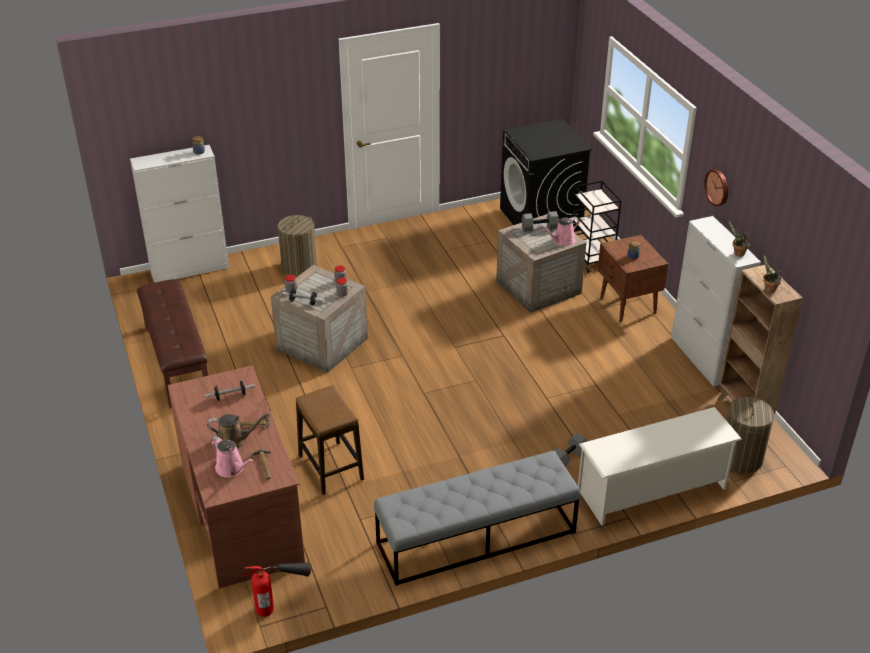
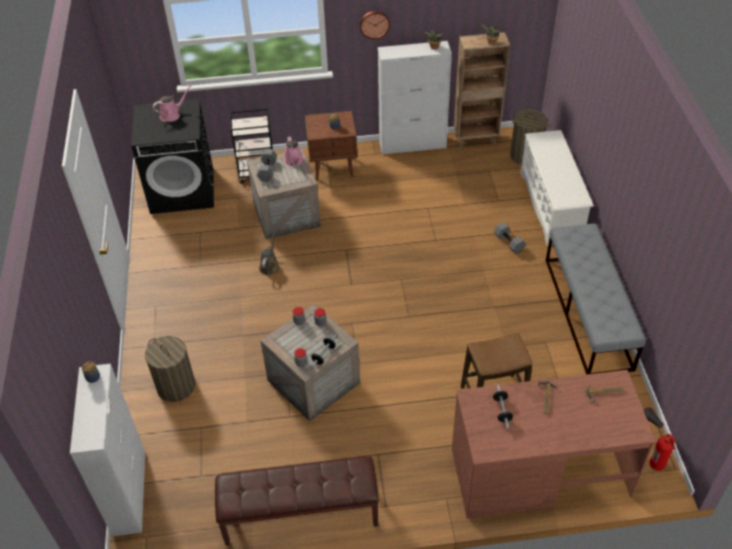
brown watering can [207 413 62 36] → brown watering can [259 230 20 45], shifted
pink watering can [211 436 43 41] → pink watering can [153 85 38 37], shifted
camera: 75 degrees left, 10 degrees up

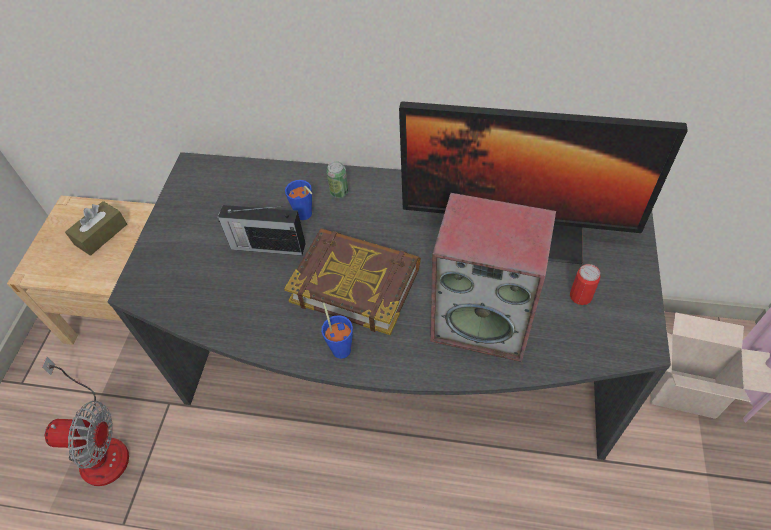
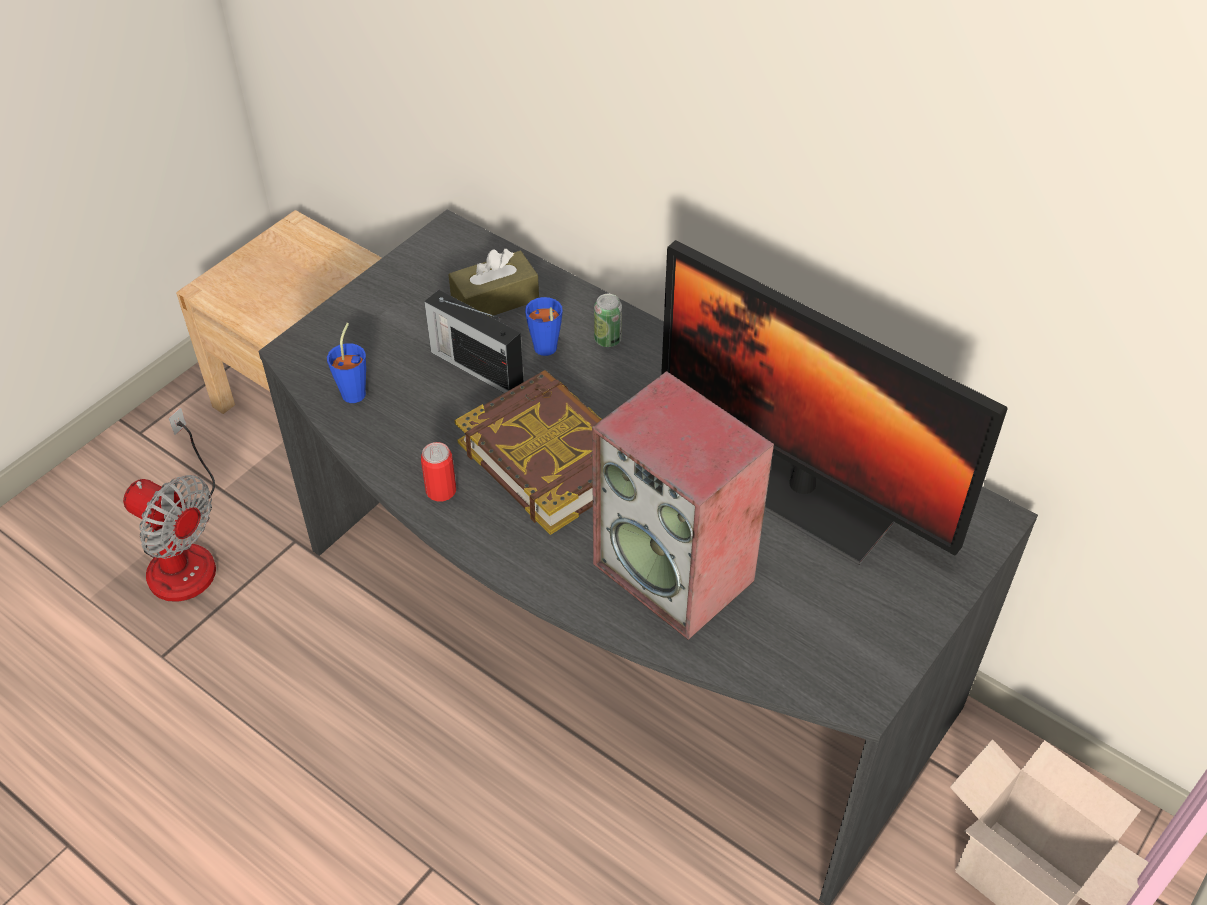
brown tissue box [65 201 62 55] → brown tissue box [448 249 91 68], shifted
blue cup [321 303 32 56] → blue cup [327 323 39 80], shifted
can [570 264 30 41] → can [421 442 35 59], shifted
camera: 25 degrees right, 5 degrees down

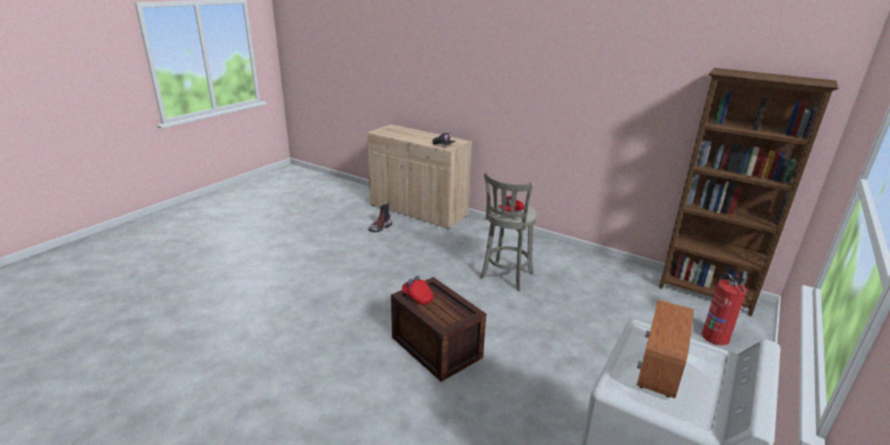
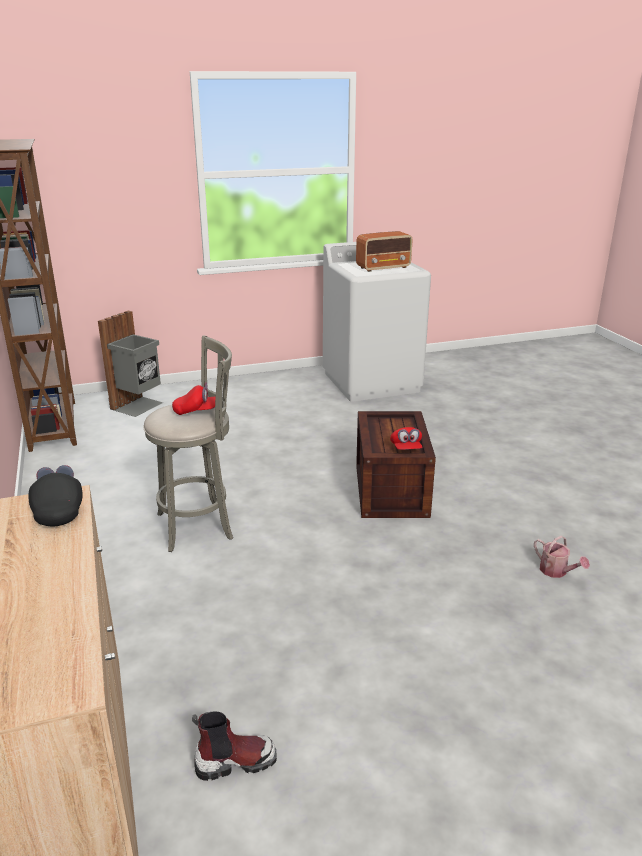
fire extinguisher [702 272 45 73] → grey trash can [98 311 65 106]
- → watering can [534 536 56 42]
camera: 140 degrees left, 0 degrees up

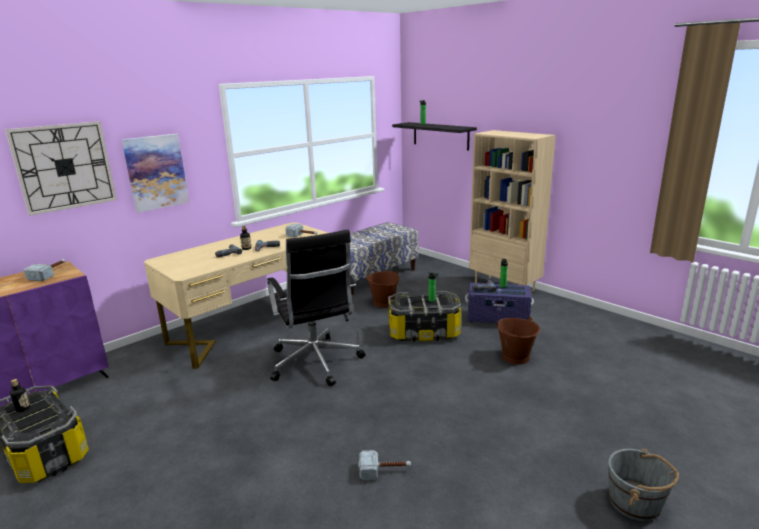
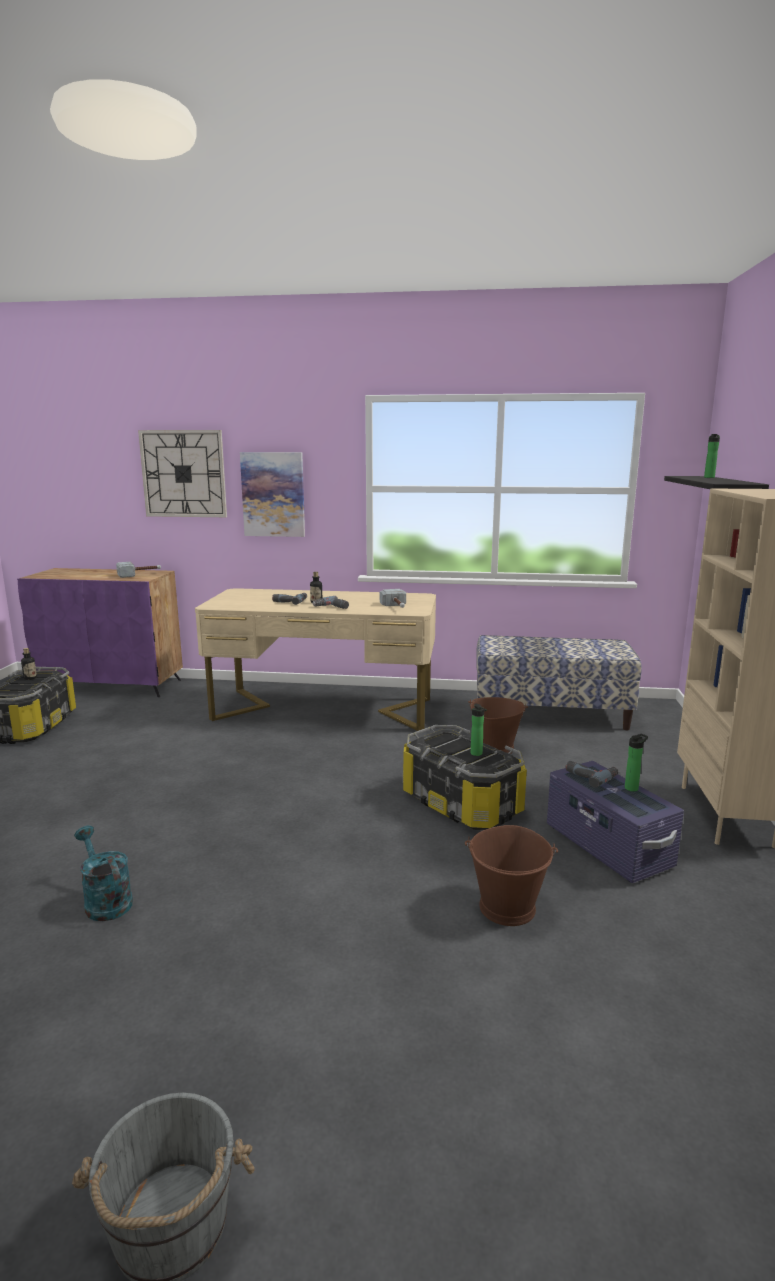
black office chair [267 230 99 156] → -
hammer [358 450 53 30] → turquoise watering can [74 825 59 96]
camera: 50 degrees right, 5 degrees down

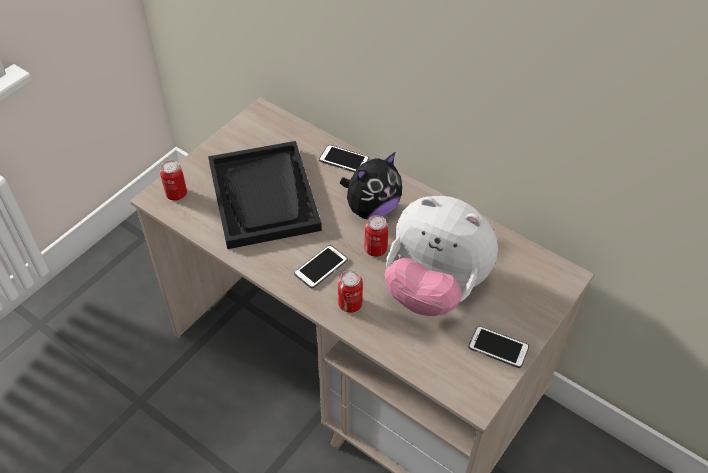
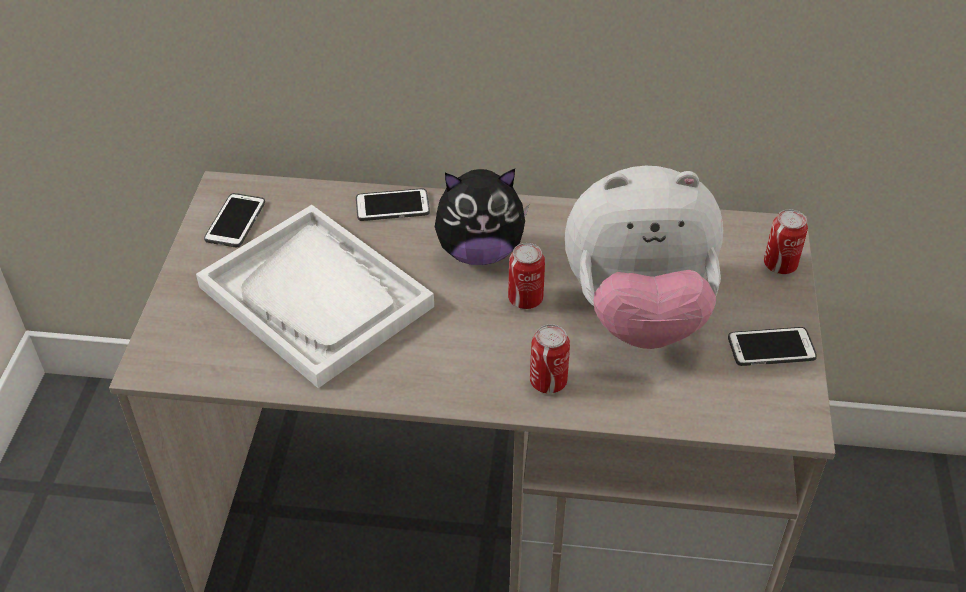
can [160 160 27 41] → can [764 209 44 65], shifted
black tray [208 141 114 108] → white tray [196 205 238 183]
phone [294 245 54 44] → phone [204 193 61 54], shifted
plush toy [340 152 62 68] → plush toy [435 169 94 96], 60 degrees clockwise
camera: 30 degrees left, 5 degrees down

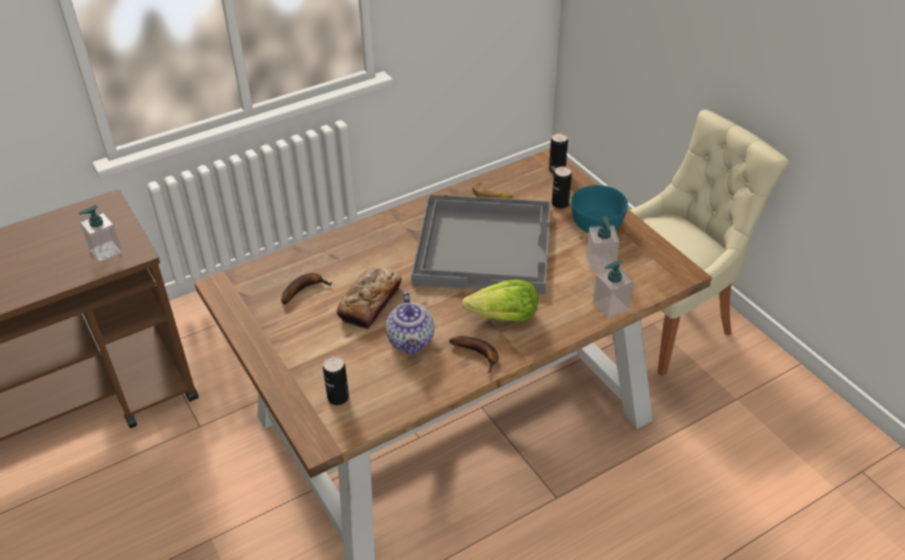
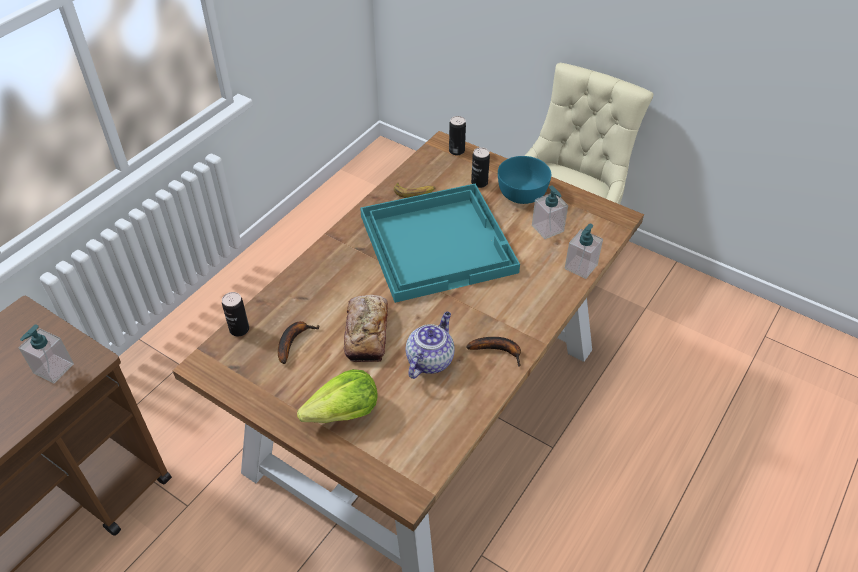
can [323 356 26 49] → can [222 292 27 44], shifted
teapot [385 292 49 63] → teapot [405 312 50 67], 120 degrees counterclockwise
grey tray [411 194 140 100] → turquoise tray [360 184 160 119]
lettuce [462 279 76 43] → lettuce [297 369 80 54], shifted
camera: 25 degrees left, 5 degrees up

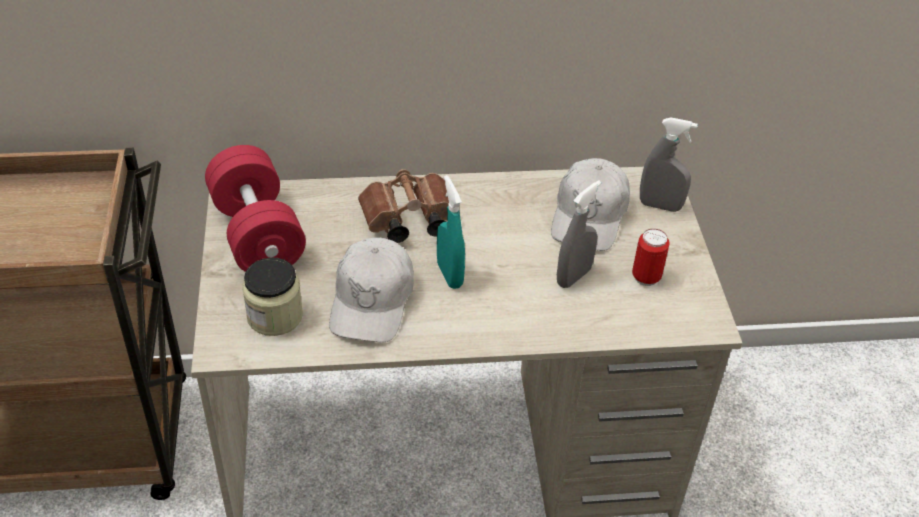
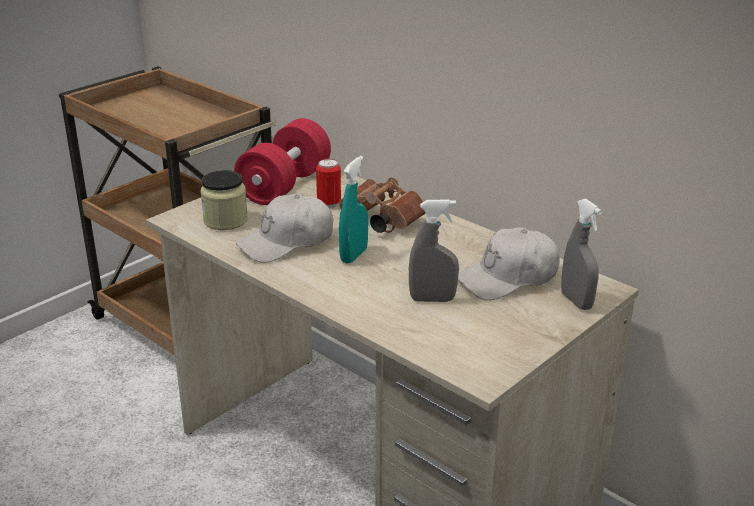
can [632 229 38 57] → can [316 159 25 49], shifted
camera: 50 degrees right, 15 degrees down

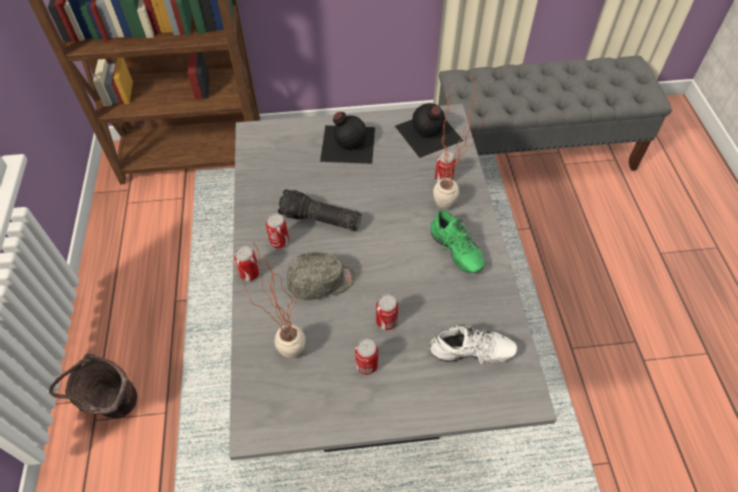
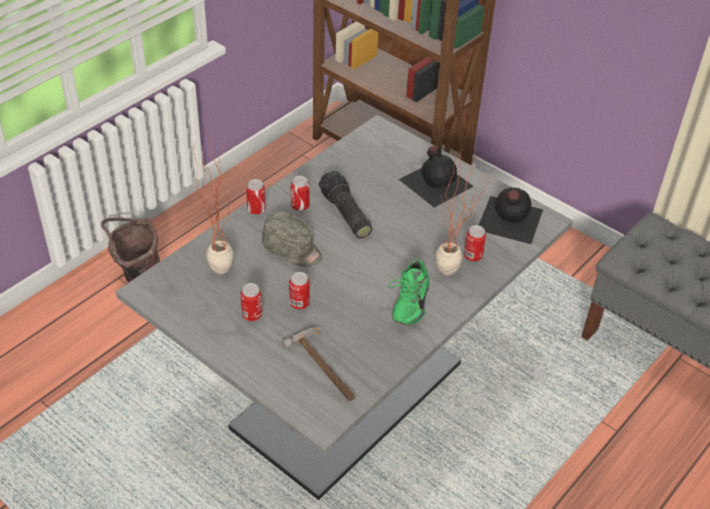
white shoe [430 324 87 40] → hammer [281 328 74 73]
camera: 45 degrees right, 10 degrees down

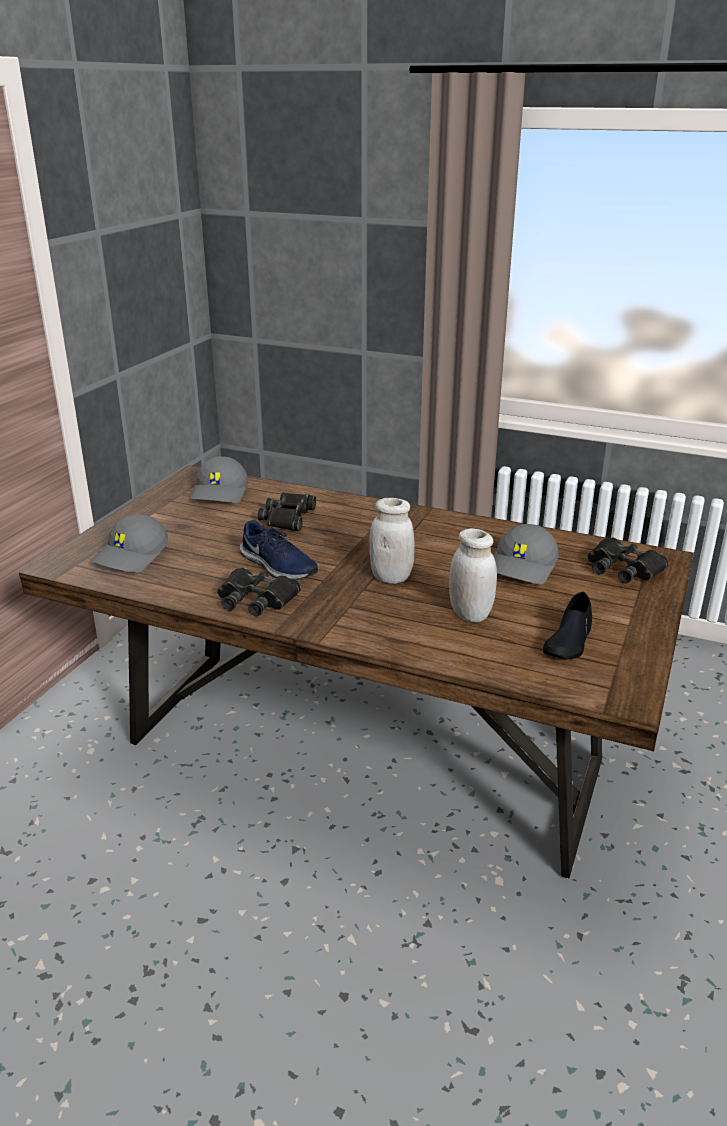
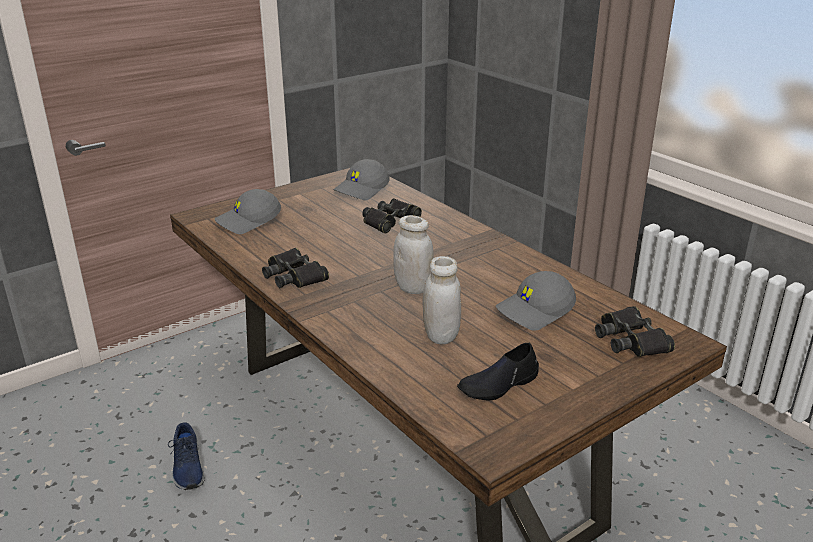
blue shoe [240 520 78 60] → blue shoe [168 423 37 67], shifted
camera: 30 degrees right, 0 degrees up

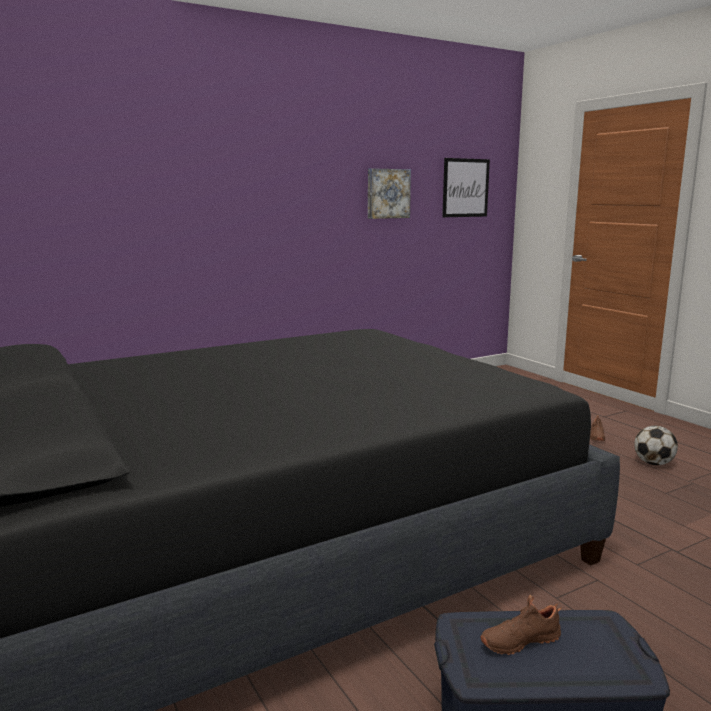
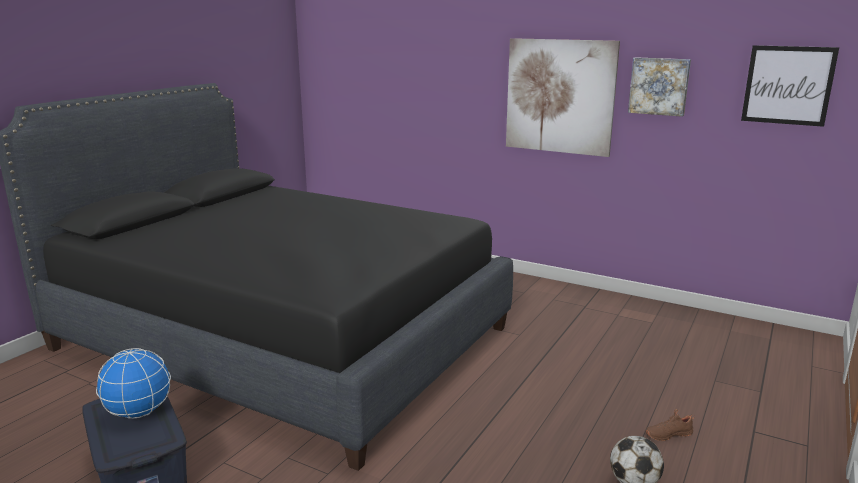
brown shoe [480 595 82 60] → globe [96 348 75 71]
- → picture [506 38 114 119]
camera: 60 degrees right, 5 degrees up

